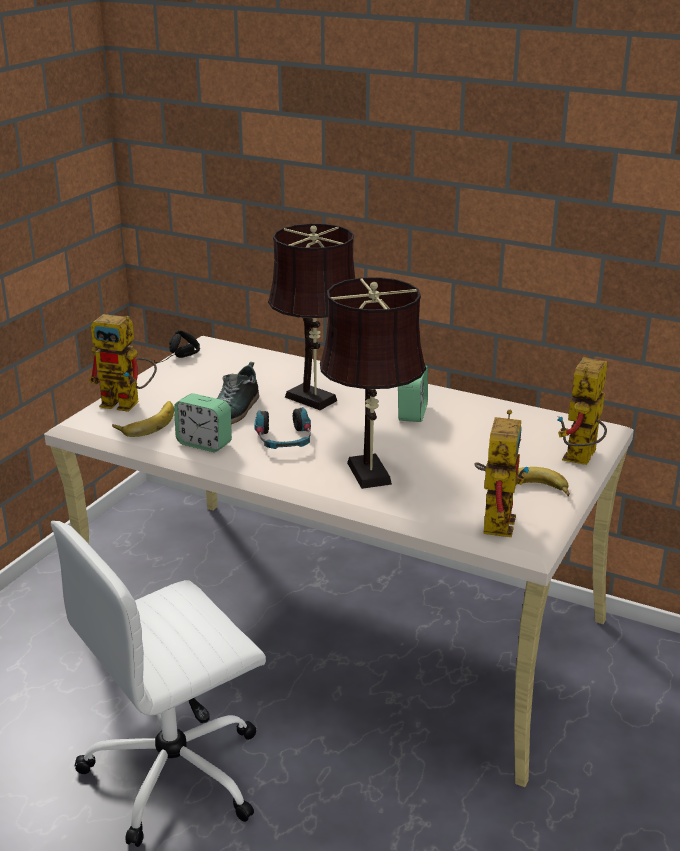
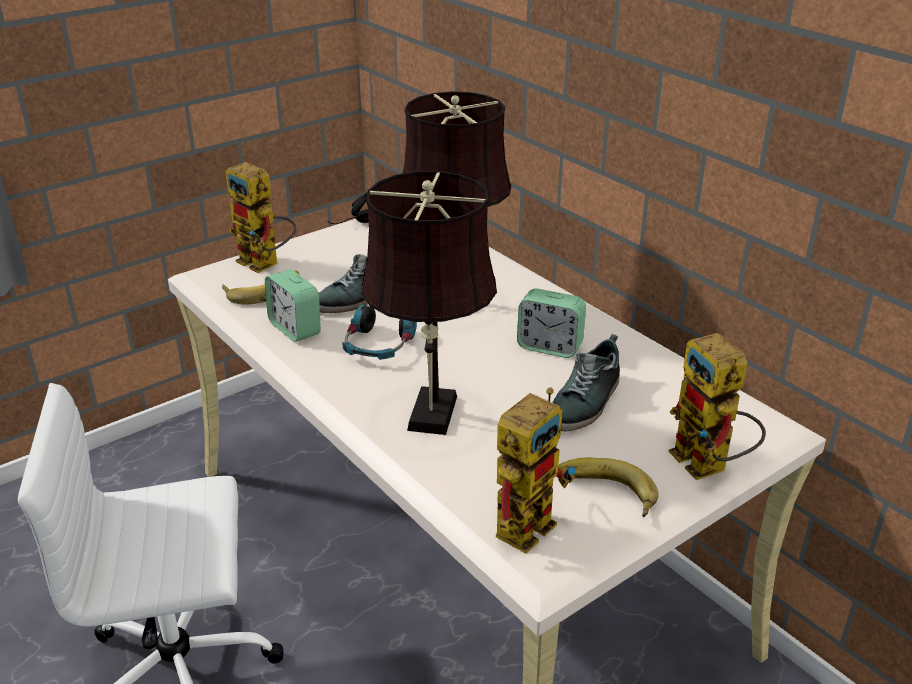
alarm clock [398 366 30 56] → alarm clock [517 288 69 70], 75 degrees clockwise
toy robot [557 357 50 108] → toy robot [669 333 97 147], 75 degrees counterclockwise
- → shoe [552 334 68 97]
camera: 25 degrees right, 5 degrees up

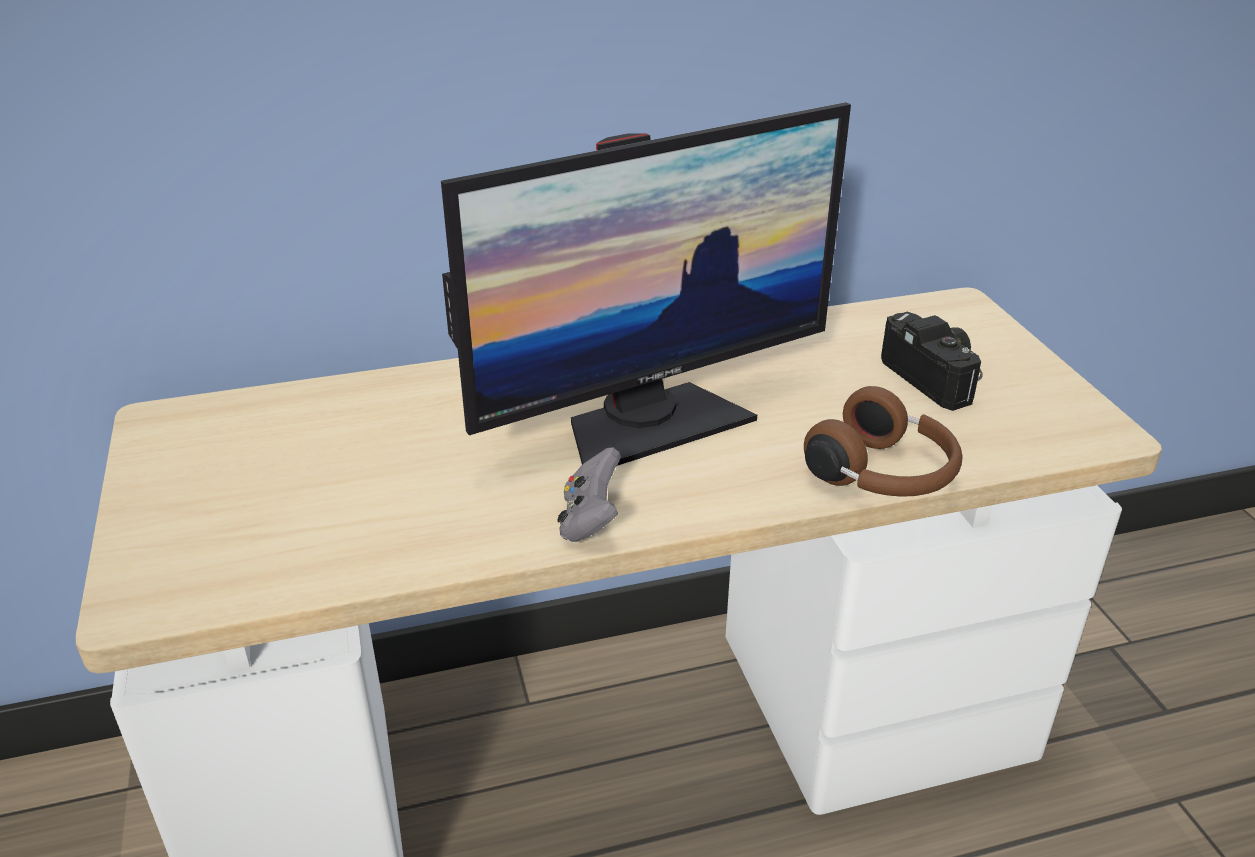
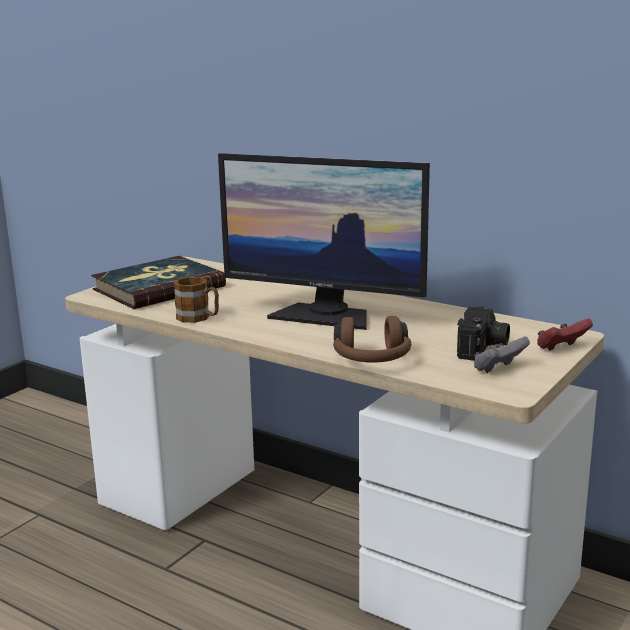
grey game controller [558 448 63 94] → grey game controller [474 336 56 37], shifted
- → book [91 256 135 53]
- → mug [173 277 46 46]
- → red game controller [537 318 56 33]
camera: 50 degrees right, 15 degrees down

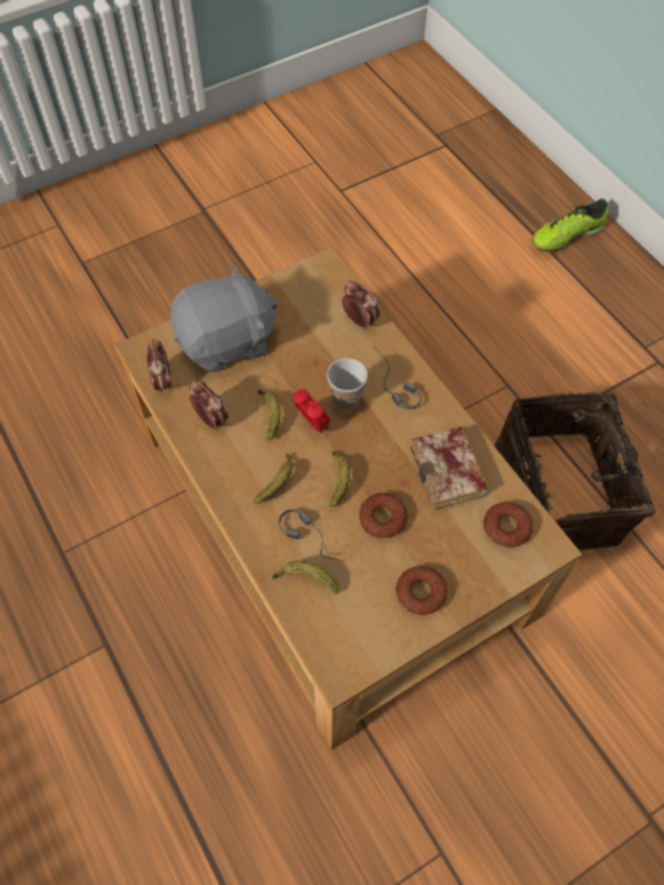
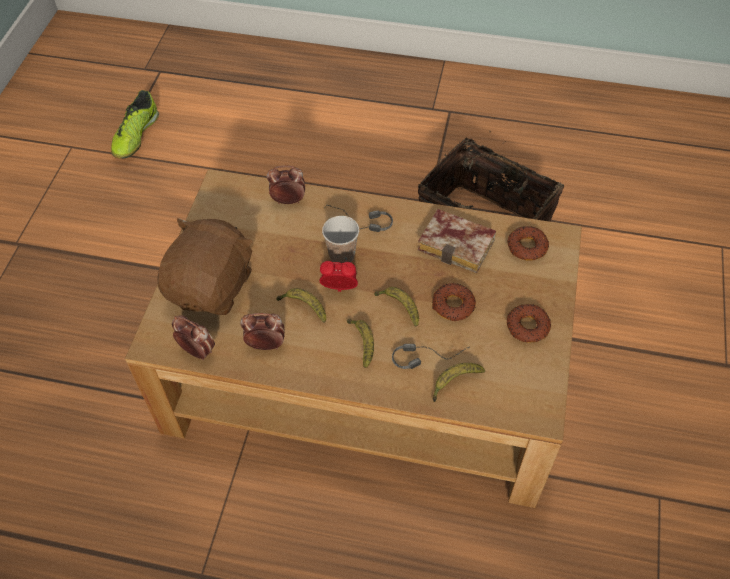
grey plush toy [171 264 108 108] → brown plush toy [158 218 95 97]
shoe [532 198 77 54] → shoe [111 90 48 69], shifted
camera: 45 degrees left, 5 degrees down

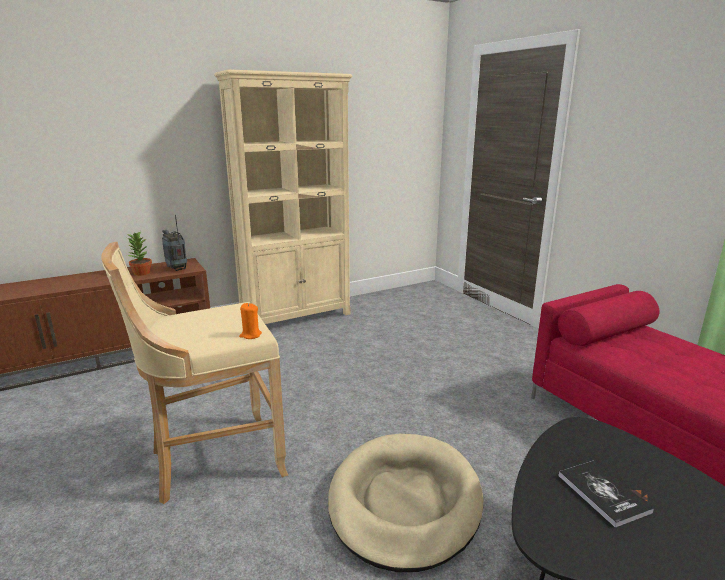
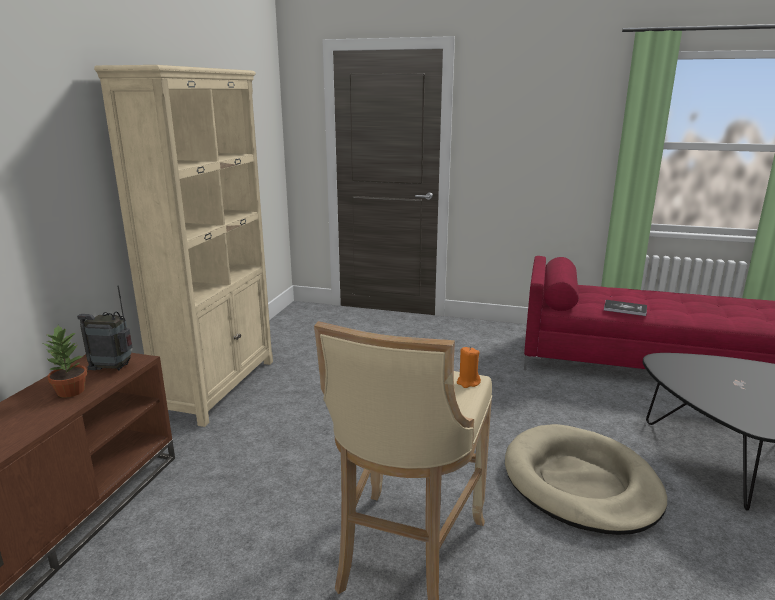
book [558 460 96 67] → book [604 300 43 16], shifted
camera: 45 degrees left, 0 degrees up

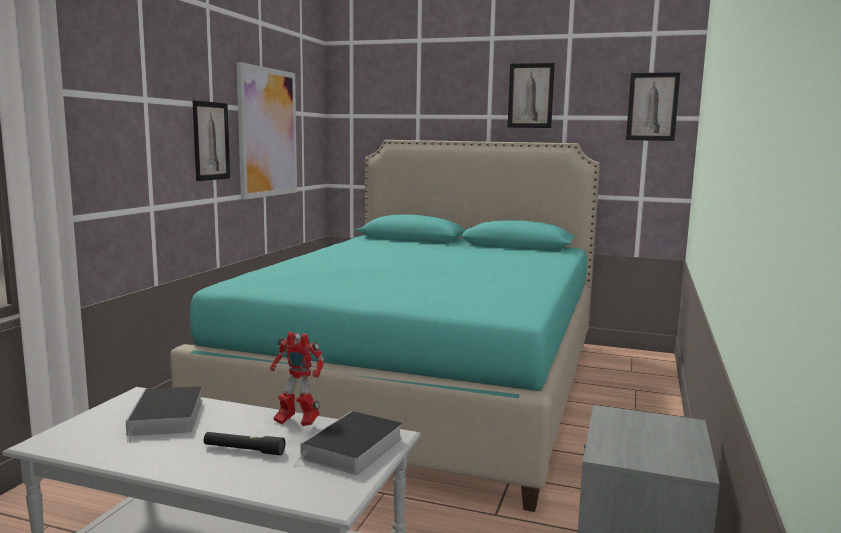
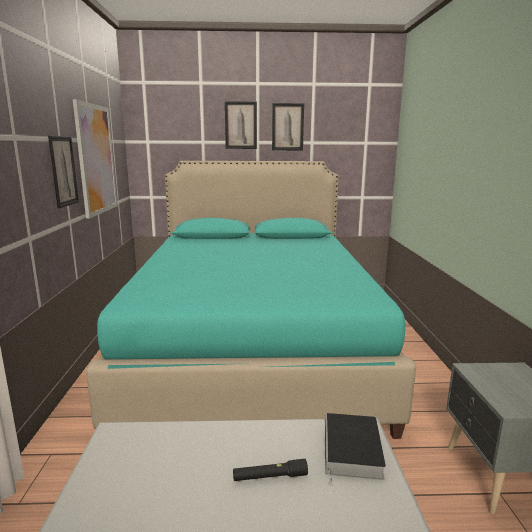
book [126 386 77 57] → -
toy robot [270 332 54 94] → -
picture [626 72 54 69] → picture [225 101 32 48], shifted
camera: 20 degrees left, 5 degrees up

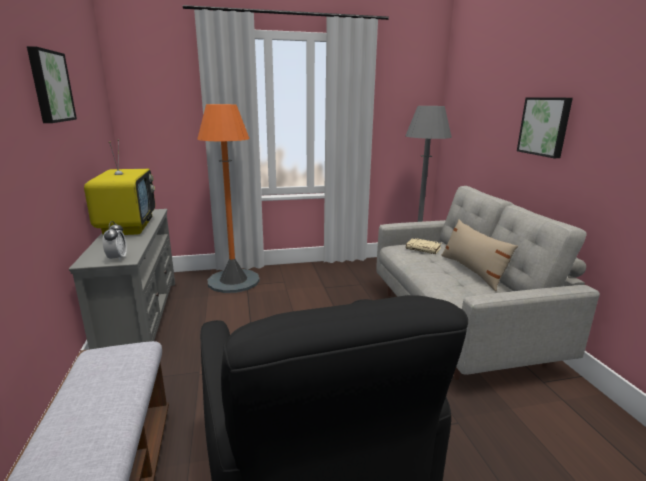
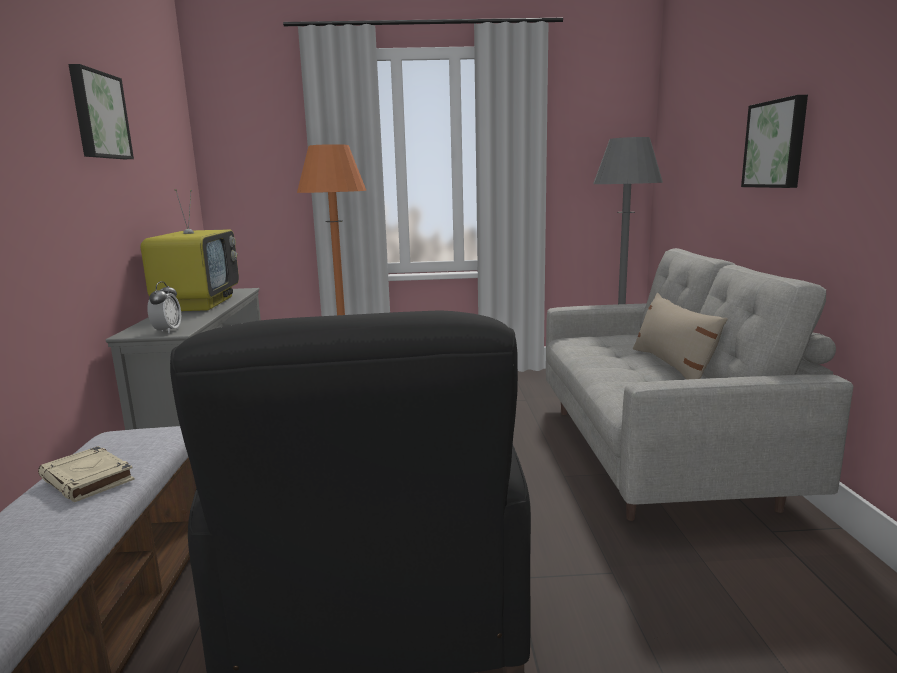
beige book [406 238 36 16] → beige book [38 446 97 56], shifted
camera: 10 degrees right, 5 degrees down

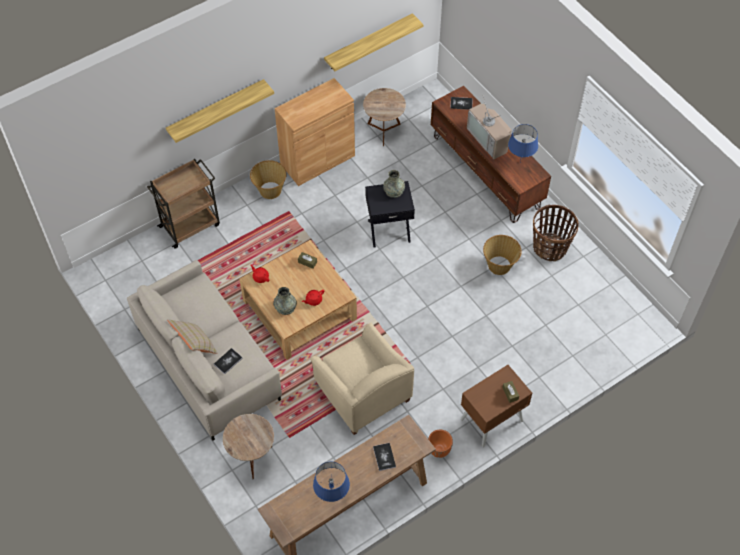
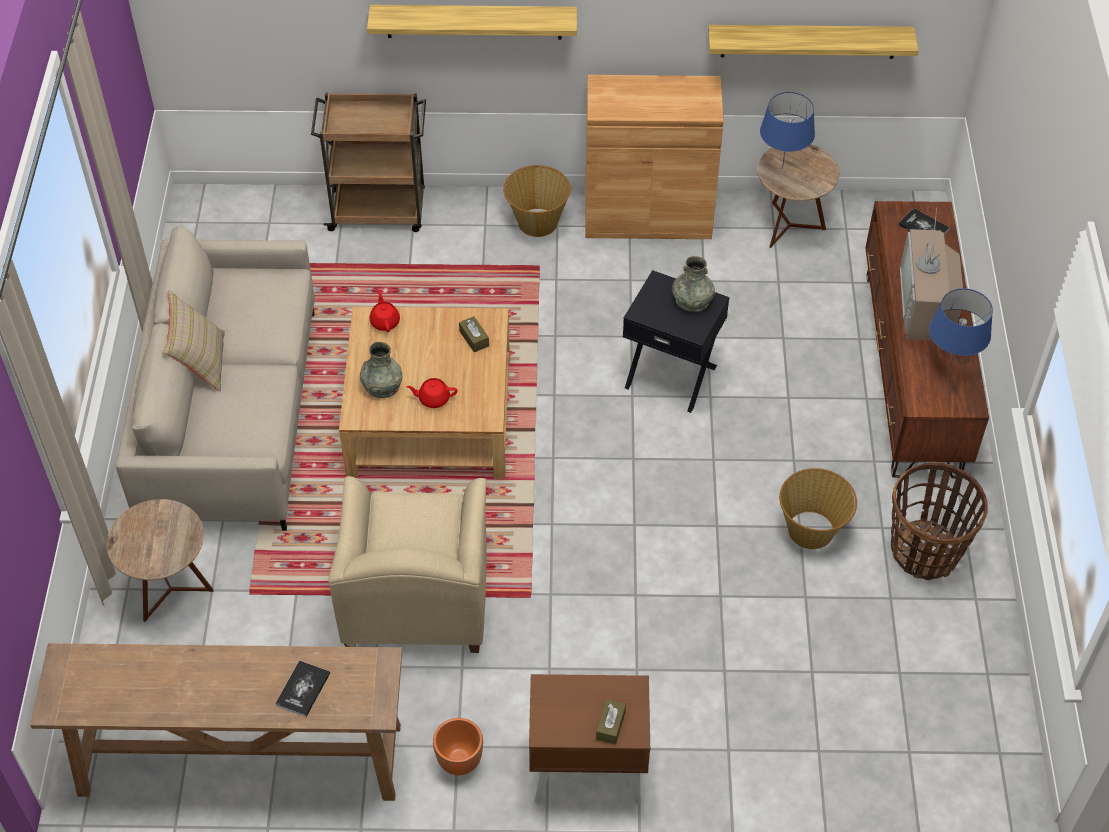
book [214 348 29 26] → -
blue table lamp [313 461 37 41] → blue table lamp [760 92 55 77], shifted
camera: 35 degrees right, 5 degrees down

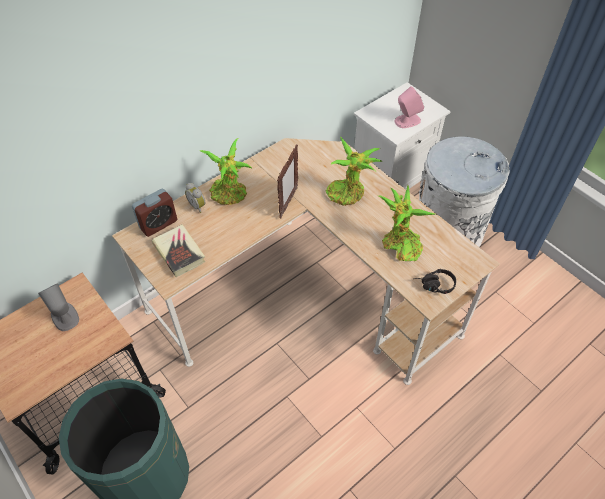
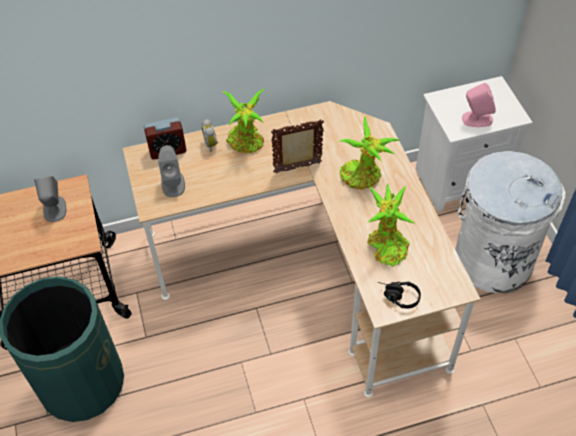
book [152 224 53 53] → grey speaker [158 145 27 52]
picture frame [277 144 21 74] → picture frame [271 119 53 54], 150 degrees counterclockwise
camera: 25 degrees right, 0 degrees up

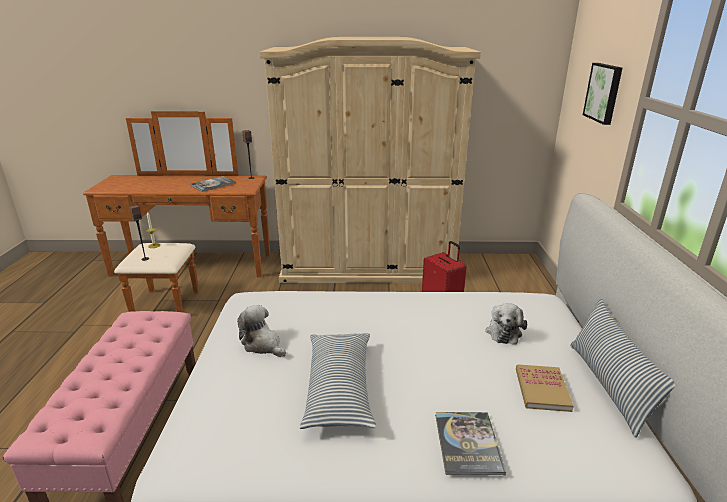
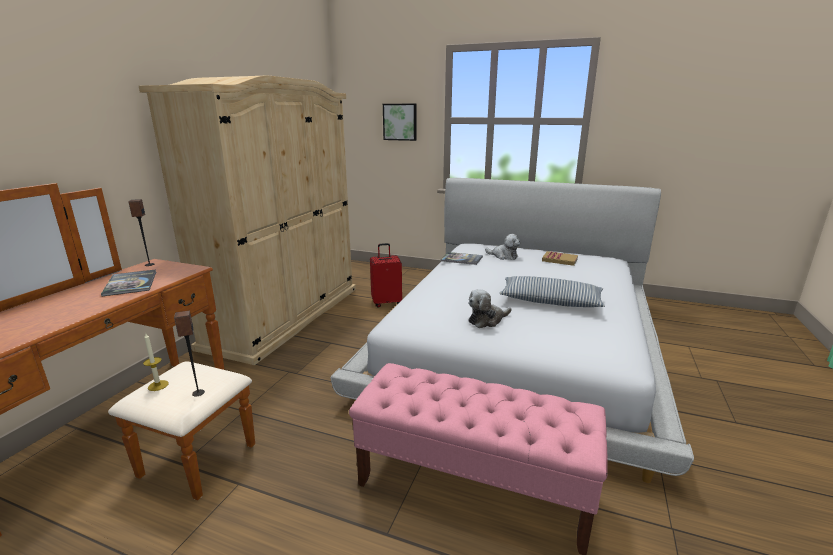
book [435 412 71 63] → book [440 252 43 13], shifted
pillow [570 298 105 140] → -
camera: 70 degrees left, 5 degrees down

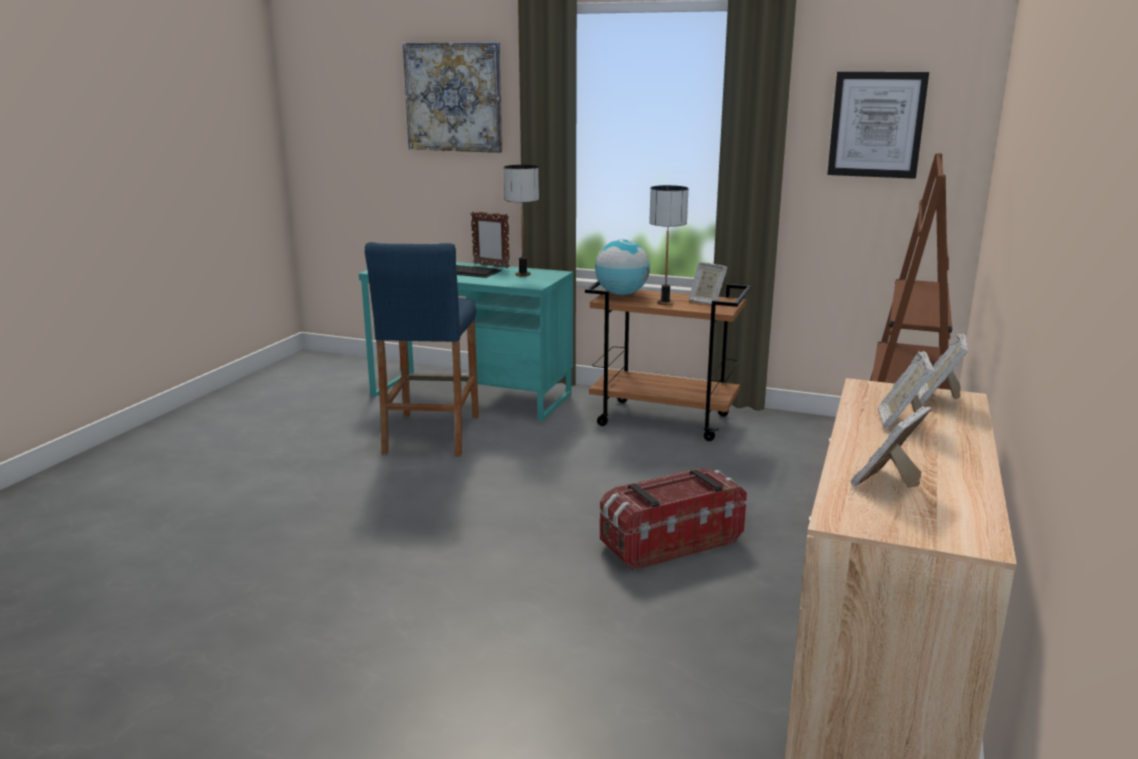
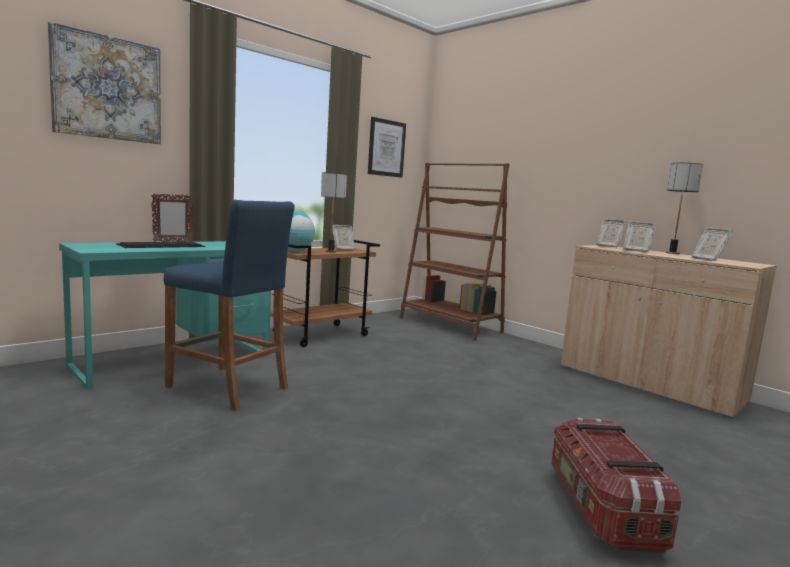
table lamp [504 165 35 111] → table lamp [666 163 37 91], shifted
storage box [600 468 147 103] → storage box [551 418 130 135], shifted
camera: 65 degrees left, 10 degrees down

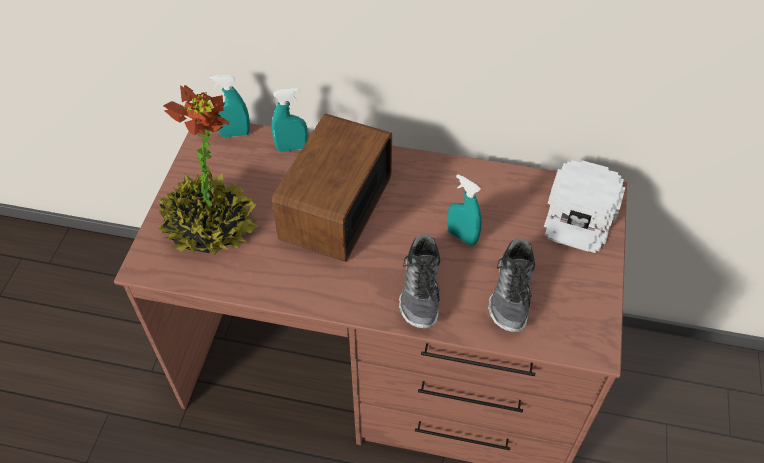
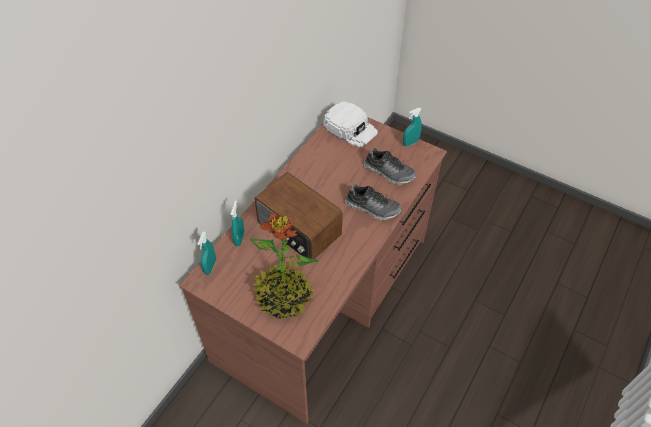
turquoise spray bottle [448 174 34 72] → turquoise spray bottle [403 108 19 38], shifted
camera: 70 degrees left, 0 degrees up

